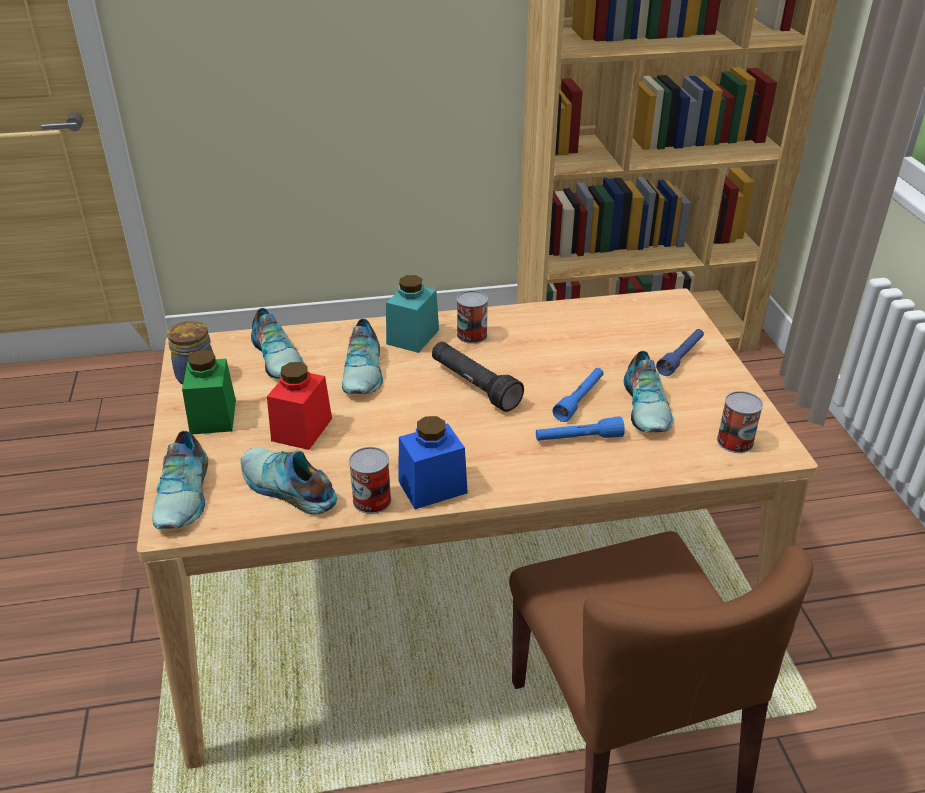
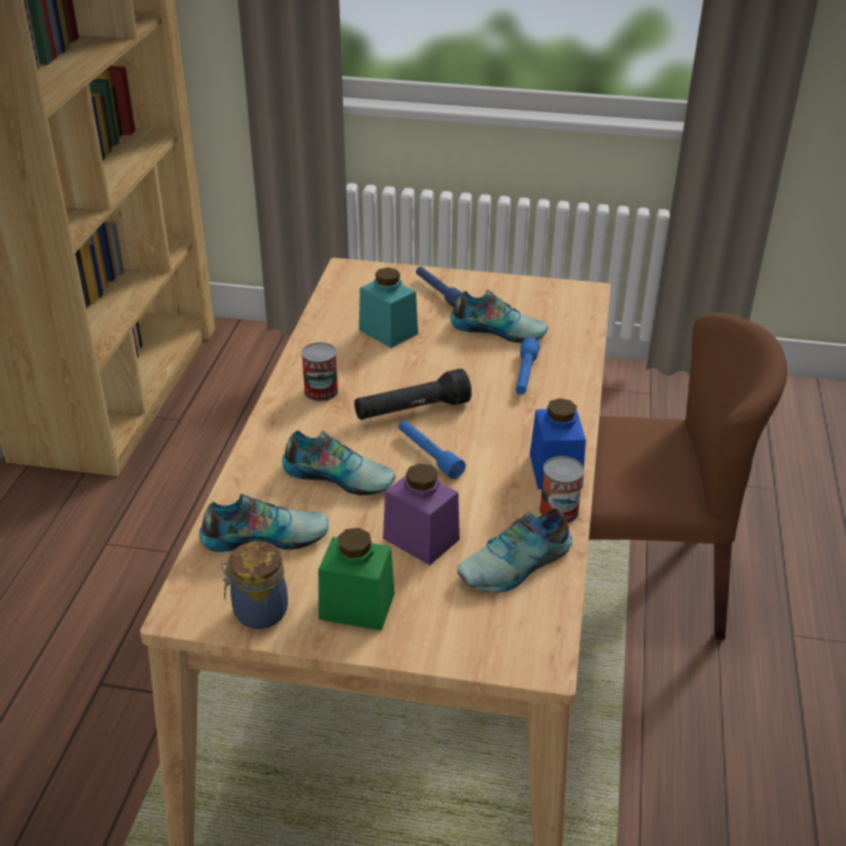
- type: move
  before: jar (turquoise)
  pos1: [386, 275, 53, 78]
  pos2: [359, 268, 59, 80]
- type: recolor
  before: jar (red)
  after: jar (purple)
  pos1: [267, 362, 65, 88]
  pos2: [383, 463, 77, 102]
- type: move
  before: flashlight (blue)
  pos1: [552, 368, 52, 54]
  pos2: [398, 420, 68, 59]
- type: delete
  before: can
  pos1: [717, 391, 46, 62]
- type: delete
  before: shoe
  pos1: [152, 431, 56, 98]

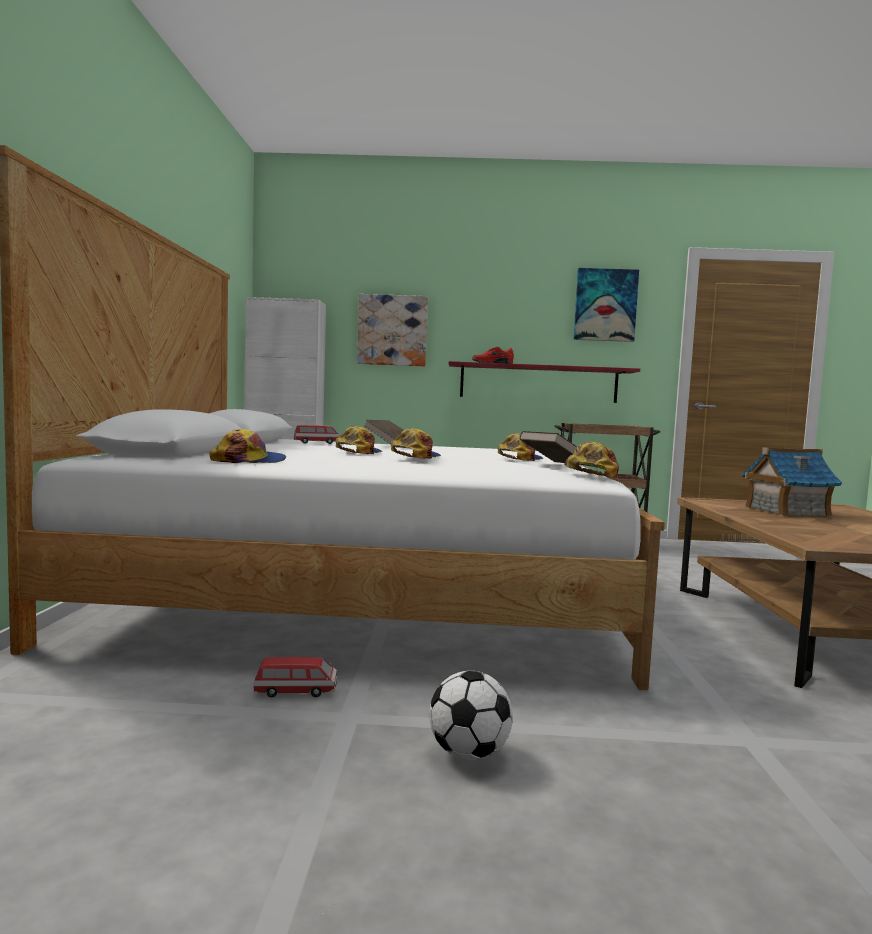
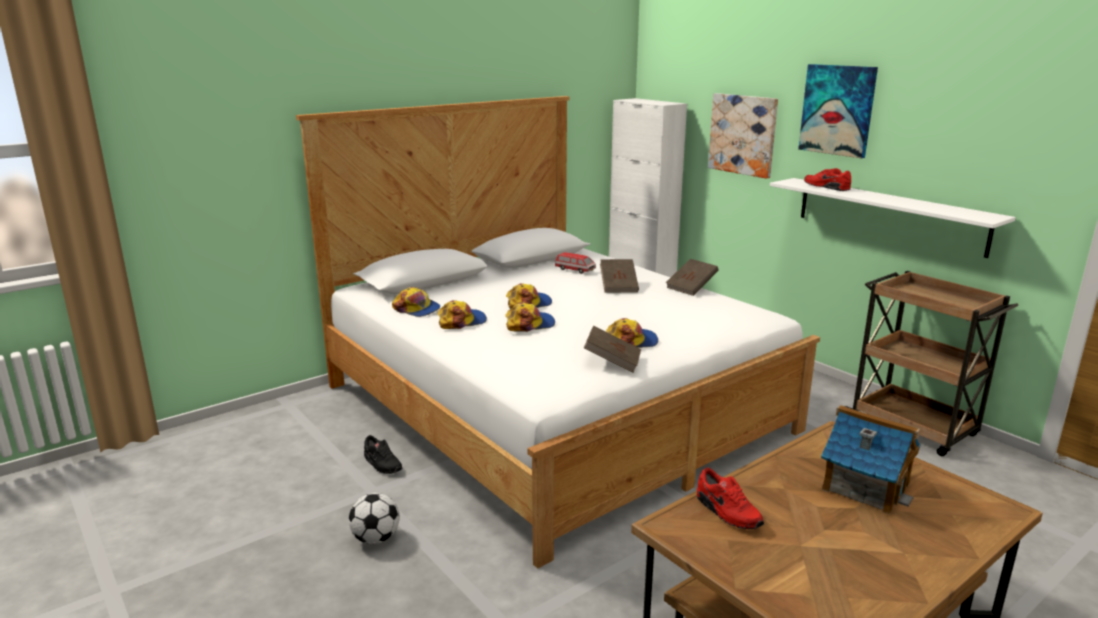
- type: move
  before: picture
  pos1: [574, 268, 65, 74]
  pos2: [798, 64, 80, 94]
- type: recolor
  before: shelf (red)
  after: shelf (white)
  pos1: [449, 361, 191, 42]
  pos2: [770, 178, 246, 80]
- type: move
  before: cap
  pos1: [565, 442, 54, 35]
  pos2: [437, 300, 50, 29]
- type: replace
  before: toy car
  after: shoe (black)
  pos1: [253, 657, 84, 40]
  pos2: [364, 435, 39, 39]
- type: insert
  after: book (brown)
  pos2: [666, 259, 53, 37]
- type: insert
  after: shoe (red)
  pos2: [697, 468, 67, 61]

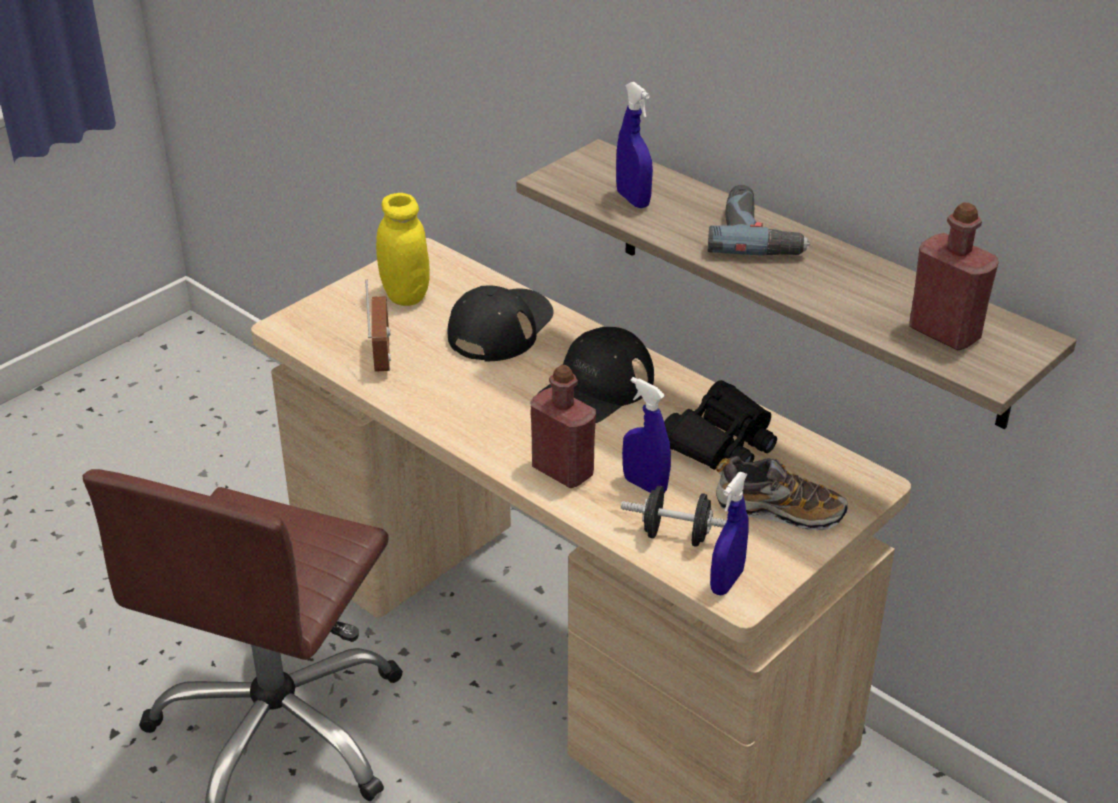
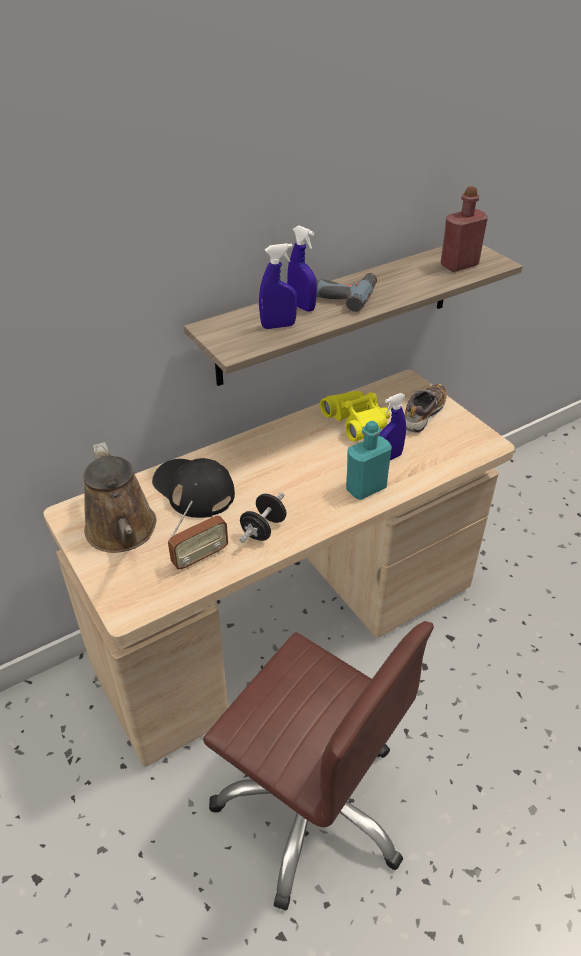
- type: replace
  before: jar (yellow)
  after: watering can (brown)
  pos1: [376, 193, 54, 113]
  pos2: [83, 442, 73, 111]
- type: rotate
  before: radio
  pos1: [365, 280, 26, 92]
  pos2: [168, 501, 60, 69]
  turn: 135
- type: delete
  before: cap (black)
  pos1: [538, 326, 116, 97]
- type: recolor
  before: bottle (red)
  after: bottle (turquoise)
  pos1: [530, 365, 66, 123]
  pos2: [346, 421, 46, 79]
- type: recolor
  before: binoculars (black)
  after: binoculars (yellow)
  pos1: [664, 380, 113, 90]
  pos2: [320, 391, 70, 50]
- type: move
  before: spray bottle (blue)
  pos1: [710, 472, 39, 123]
  pos2: [287, 226, 30, 86]
- type: move
  before: dumbbell (black)
  pos1: [621, 486, 106, 60]
  pos2: [240, 492, 47, 51]

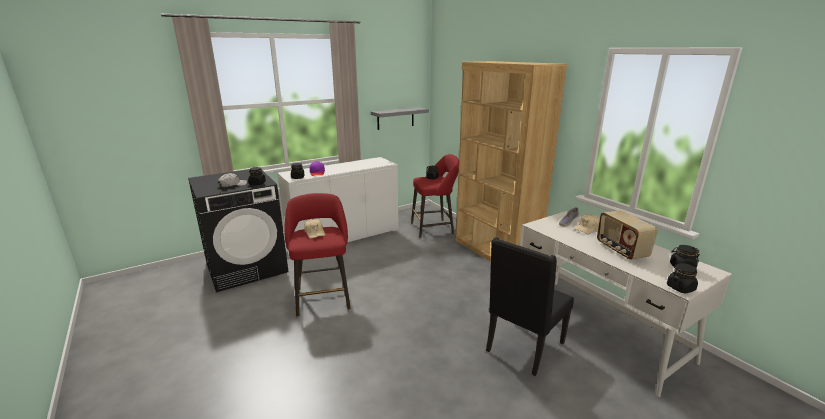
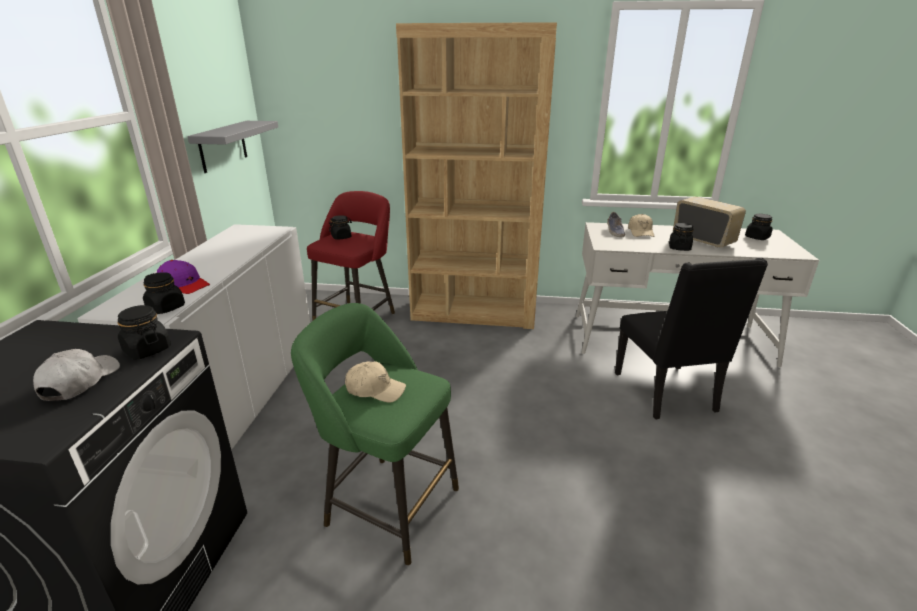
- type: recolor
  before: stool (red)
  after: stool (green)
  pos1: [284, 193, 67, 124]
  pos2: [291, 303, 168, 263]
- type: rotate
  before: radio
  pos1: [597, 210, 61, 50]
  pos2: [673, 196, 73, 52]
  turn: -150
- type: move
  before: jar (black)
  pos1: [667, 263, 31, 31]
  pos2: [669, 223, 25, 28]

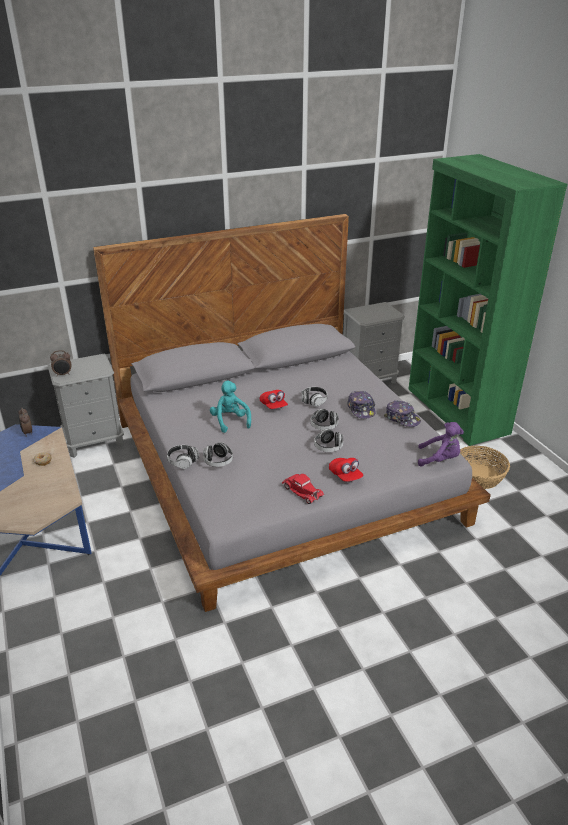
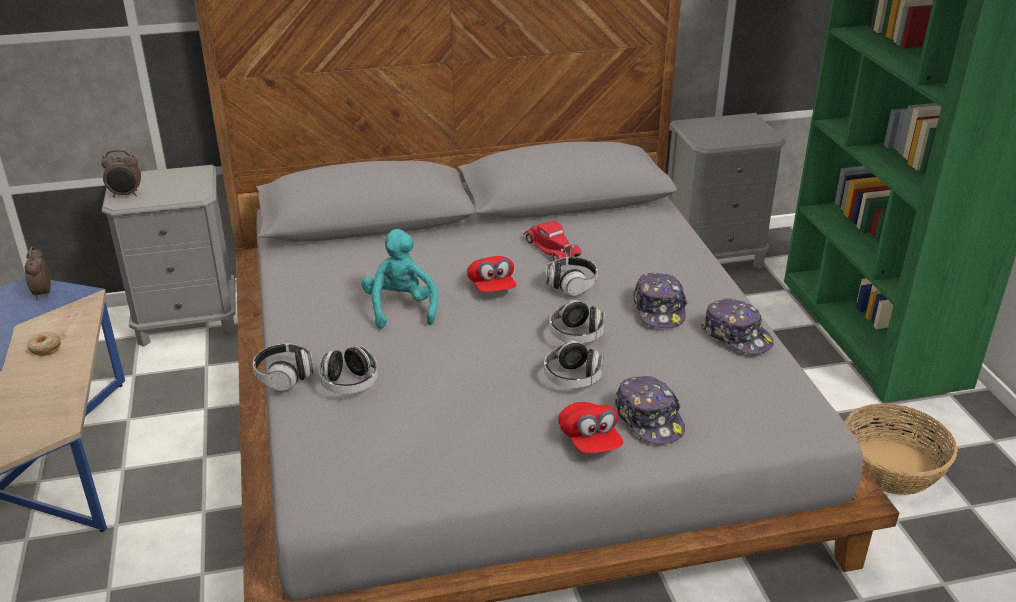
- type: delete
  before: plush toy (purple)
  pos1: [418, 422, 46, 45]
- type: move
  before: toy car (red)
  pos1: [282, 474, 42, 30]
  pos2: [523, 221, 59, 40]
- type: insert
  after: cap
  pos2: [614, 376, 71, 69]

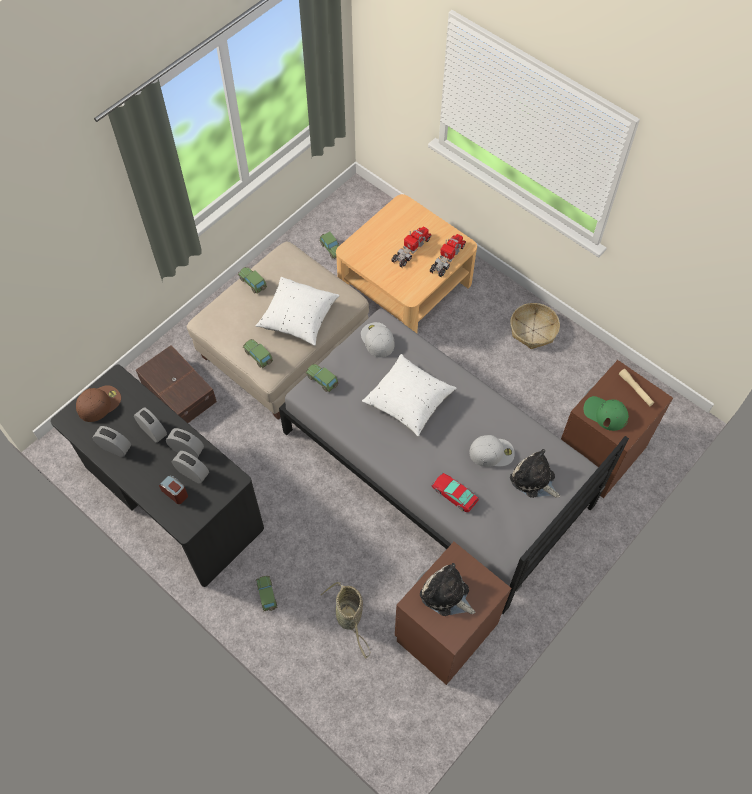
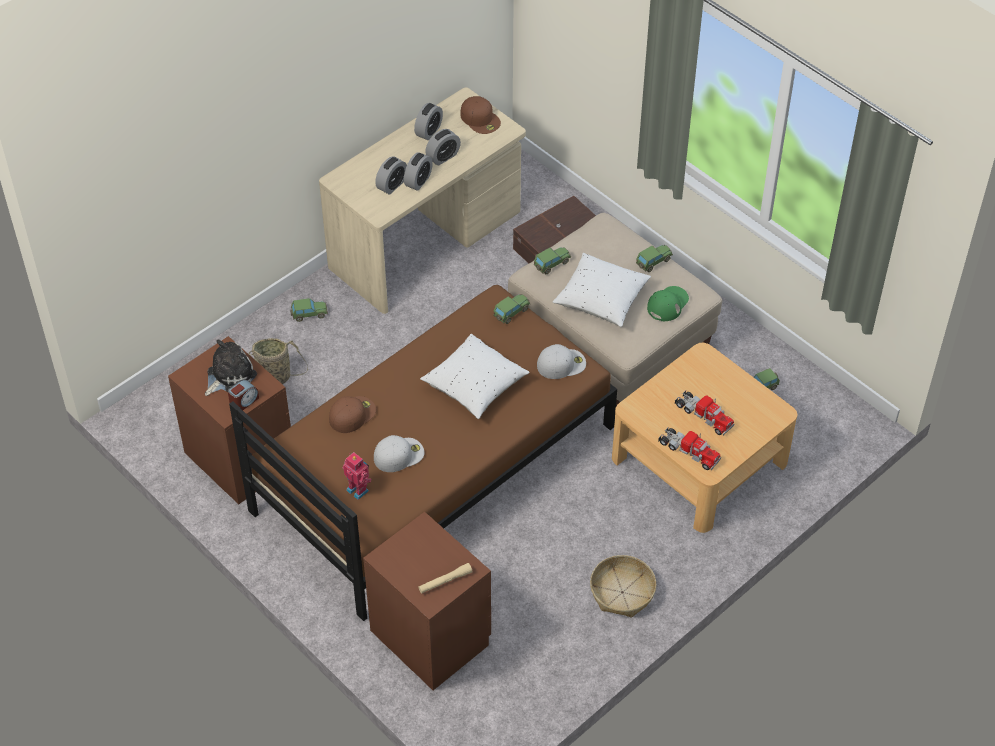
- type: recolor
  before: bed (grey)
  after: bed (brown)
  pos1: [279, 309, 350, 305]
  pos2: [229, 285, 388, 336]
- type: recolor
  before: desk (black)
  after: desk (beige)
  pos1: [50, 364, 214, 223]
  pos2: [319, 87, 207, 227]
- type: move
  before: cap (green)
  pos1: [584, 396, 45, 35]
  pos2: [647, 286, 42, 35]
- type: rotate
  before: cap (white)
  pos1: [469, 435, 46, 32]
  pos2: [374, 435, 50, 37]
  turn: -120
- type: replace
  before: plush toy
  after: toy robot
  pos1: [510, 449, 50, 49]
  pos2: [343, 452, 29, 48]
- type: replace
  before: toy car
  after: cap (brown)
  pos1: [432, 473, 47, 39]
  pos2: [329, 396, 47, 37]
- type: move
  before: alarm clock
  pos1: [159, 475, 29, 29]
  pos2: [228, 379, 31, 31]

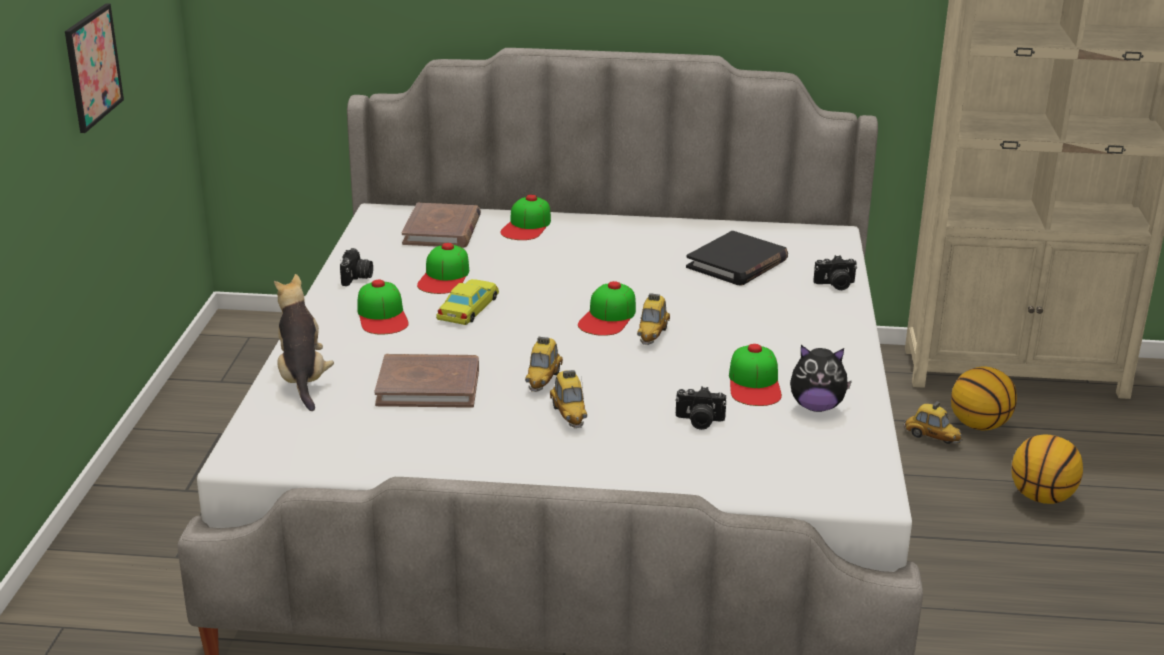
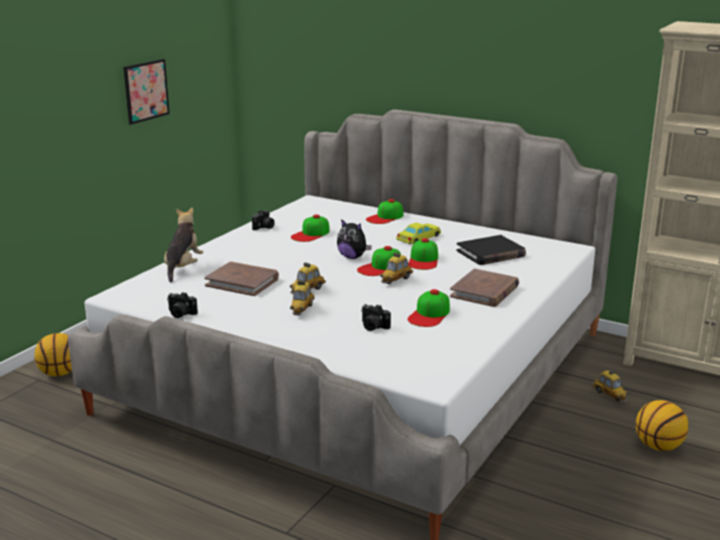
- type: move
  before: book (brown)
  pos1: [402, 203, 79, 45]
  pos2: [450, 269, 69, 38]
- type: move
  before: photo camera
  pos1: [813, 255, 44, 35]
  pos2: [167, 292, 31, 26]
- type: move
  before: toy car (yellow)
  pos1: [436, 279, 63, 46]
  pos2: [396, 222, 45, 22]
- type: move
  before: cap
  pos1: [357, 280, 52, 55]
  pos2: [408, 238, 30, 32]
- type: move
  before: plush toy
  pos1: [790, 345, 62, 67]
  pos2: [337, 219, 35, 40]
- type: move
  before: basketball
  pos1: [951, 366, 66, 65]
  pos2: [34, 333, 38, 43]

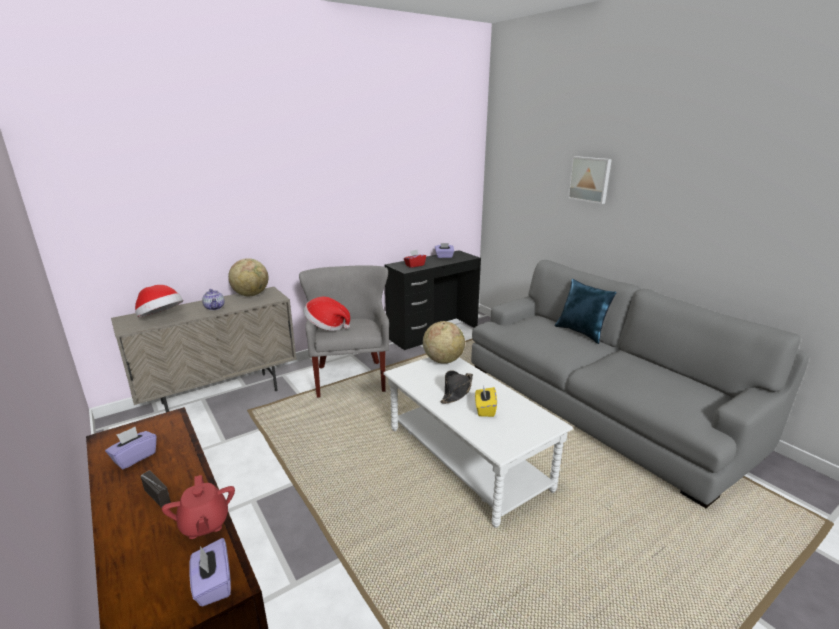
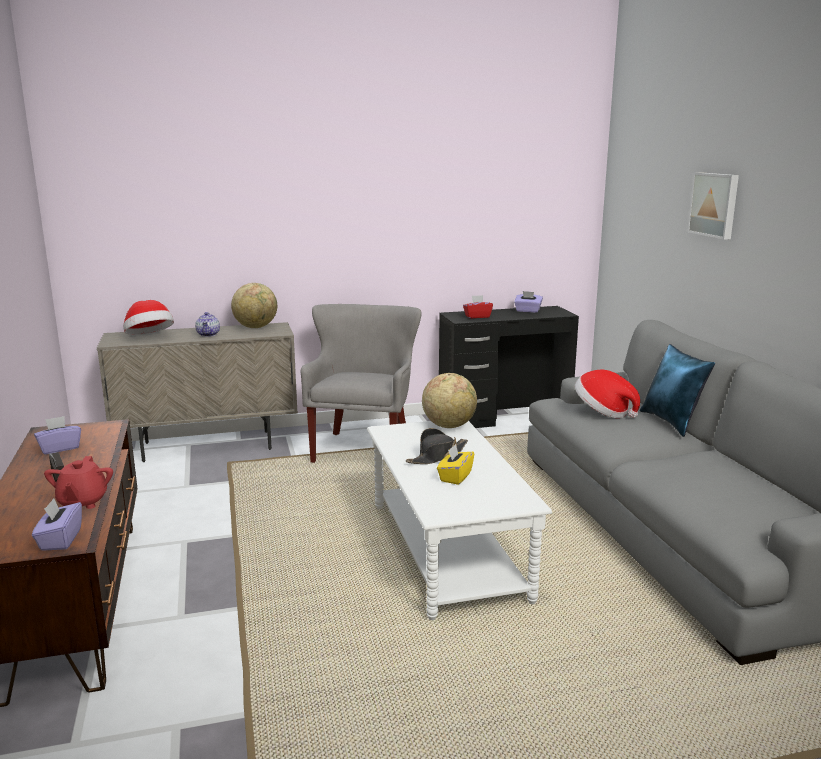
- type: move
  before: hat
  pos1: [304, 296, 46, 35]
  pos2: [575, 370, 65, 48]

